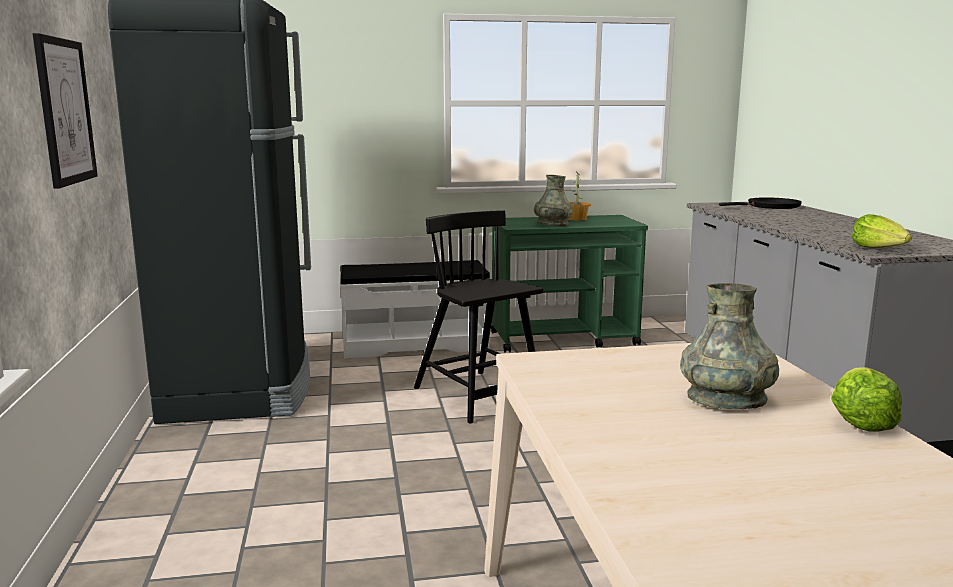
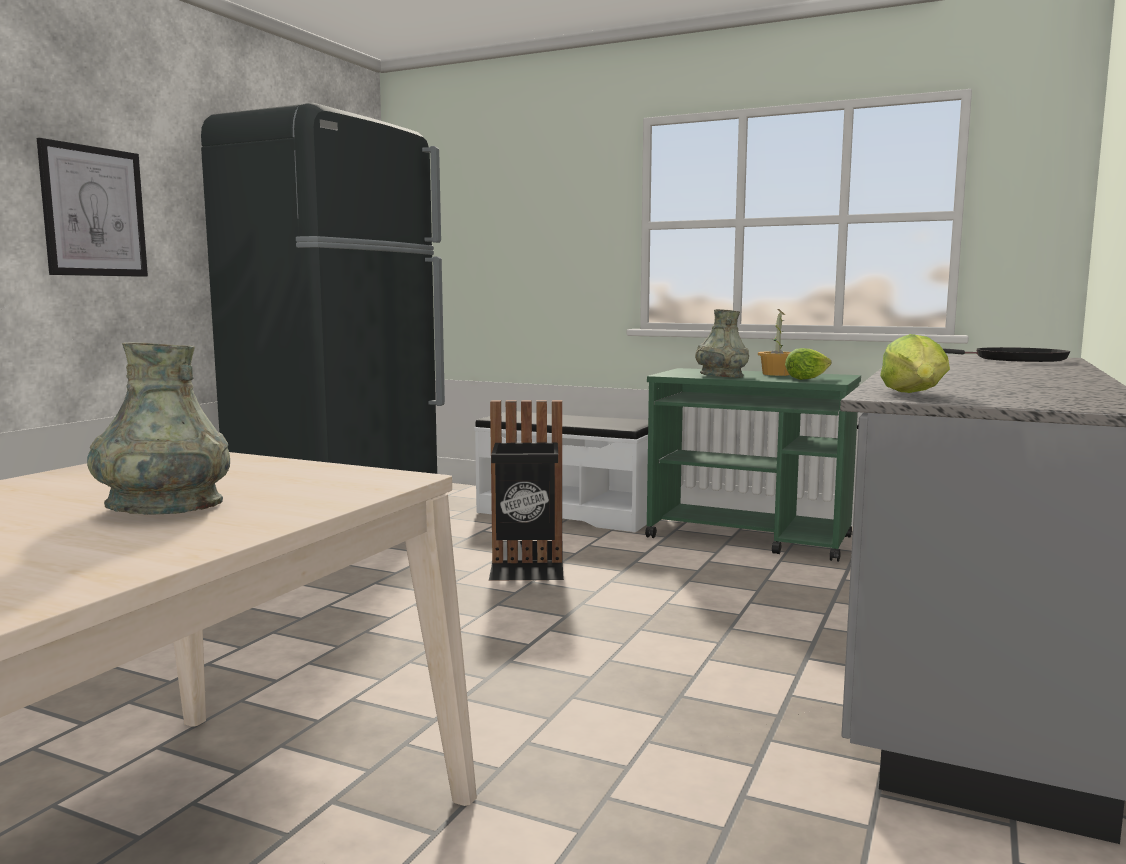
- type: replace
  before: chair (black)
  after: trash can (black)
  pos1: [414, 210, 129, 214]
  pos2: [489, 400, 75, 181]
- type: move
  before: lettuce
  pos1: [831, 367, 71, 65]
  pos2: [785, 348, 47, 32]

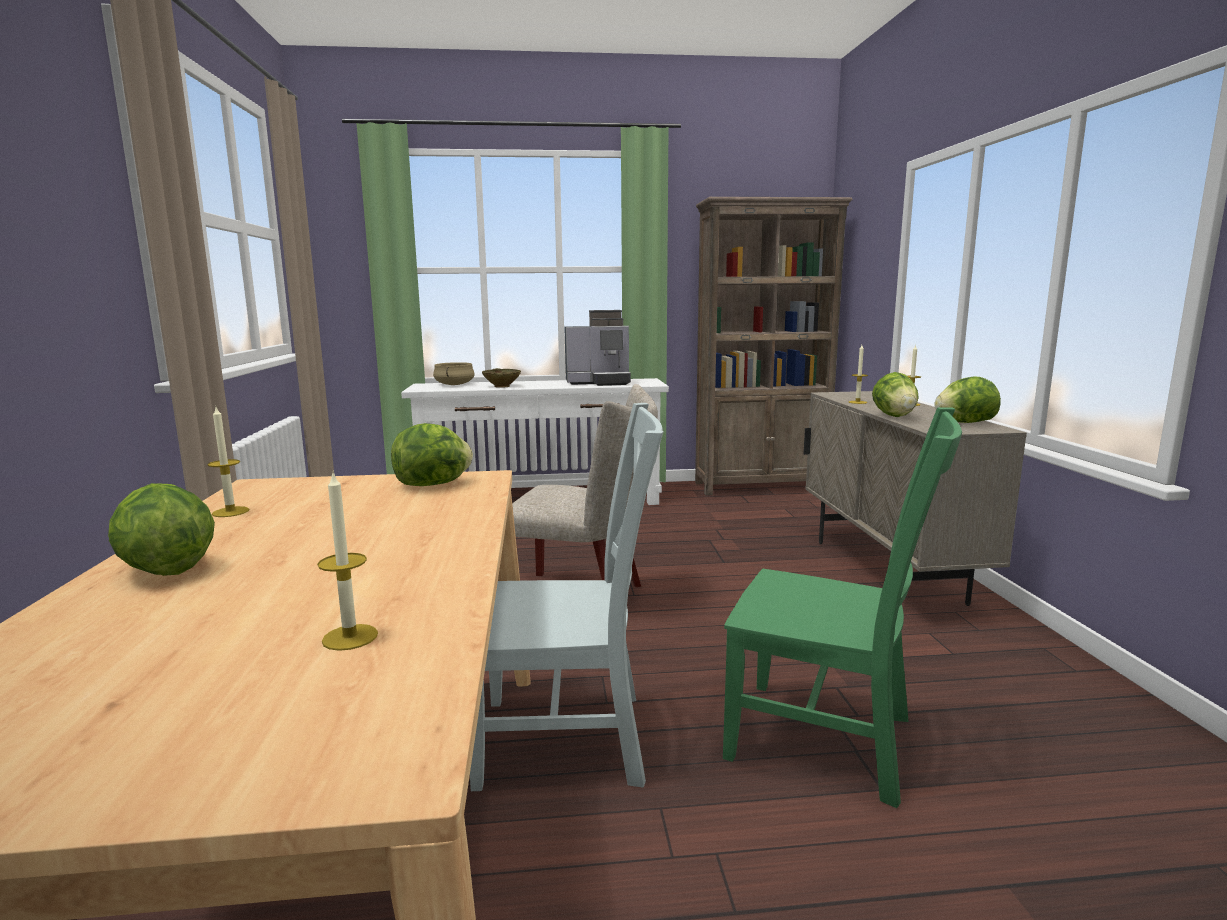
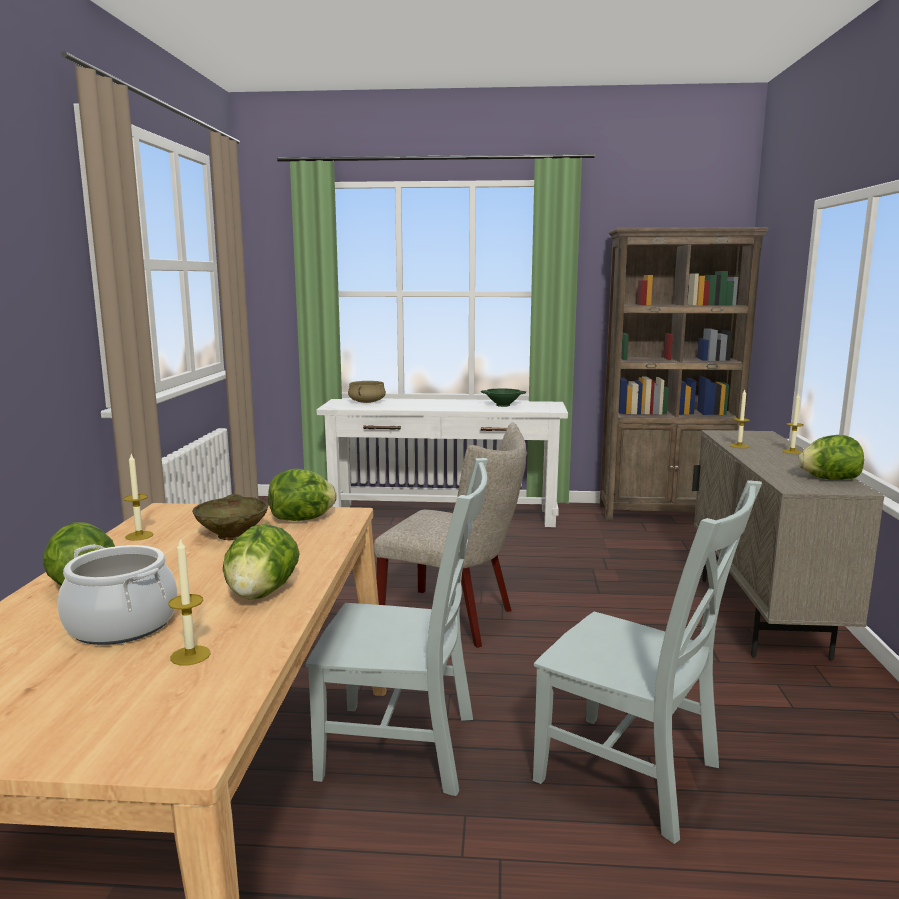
- type: replace
  before: coffee machine
  after: bowl (green)
  pos1: [564, 310, 67, 76]
  pos2: [481, 389, 45, 18]
- type: move
  before: bowl (beige)
  pos1: [482, 368, 39, 20]
  pos2: [192, 494, 76, 46]
- type: move
  before: lettuce
  pos1: [872, 372, 47, 45]
  pos2: [223, 524, 77, 76]
- type: recolor
  before: chair (green)
  after: chair (grey)
  pos1: [723, 407, 239, 401]
  pos2: [533, 480, 229, 364]
- type: insert
  after: cooking pot
  pos2: [58, 544, 120, 101]

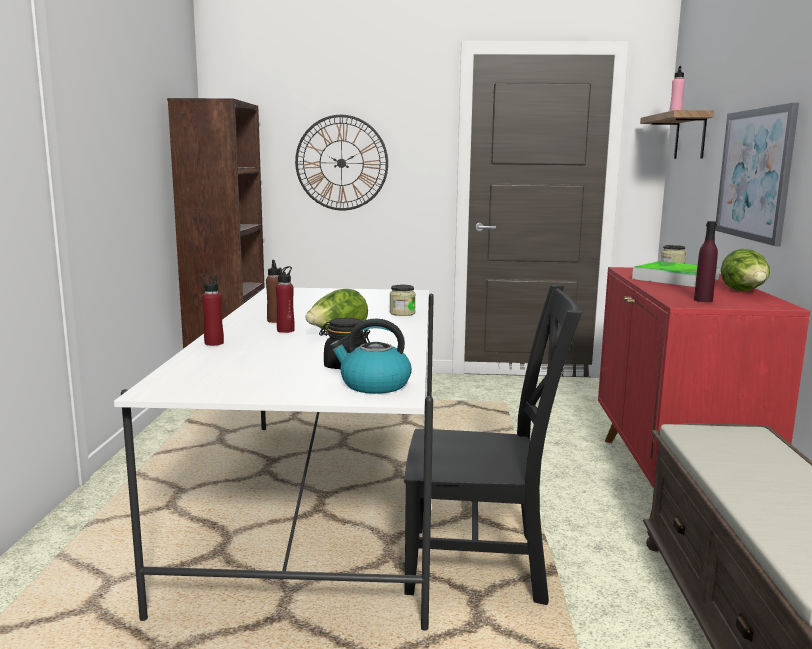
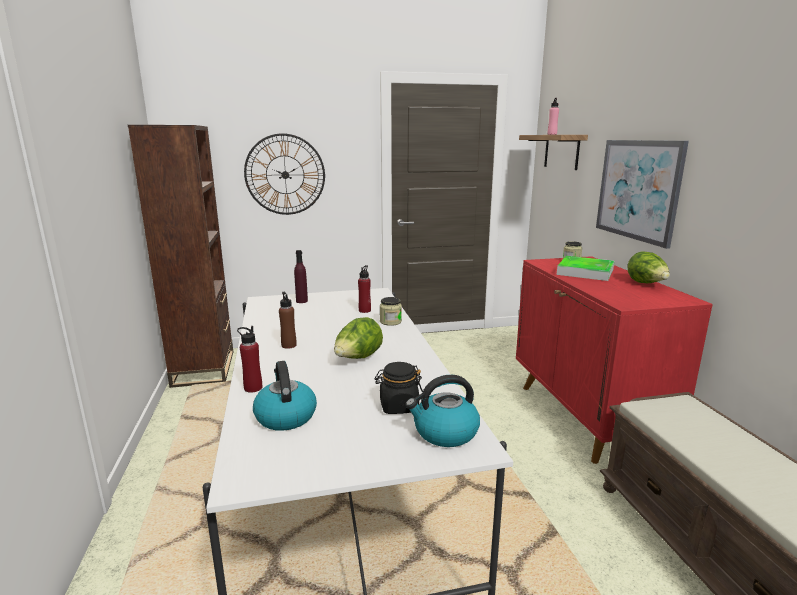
- type: move
  before: bottle (purple)
  pos1: [694, 221, 24, 81]
  pos2: [294, 250, 14, 53]
- type: move
  before: bottle (red)
  pos1: [276, 266, 19, 67]
  pos2: [358, 265, 13, 48]
- type: delete
  before: chair (black)
  pos1: [404, 285, 179, 320]
- type: insert
  after: kettle
  pos2: [253, 361, 64, 70]

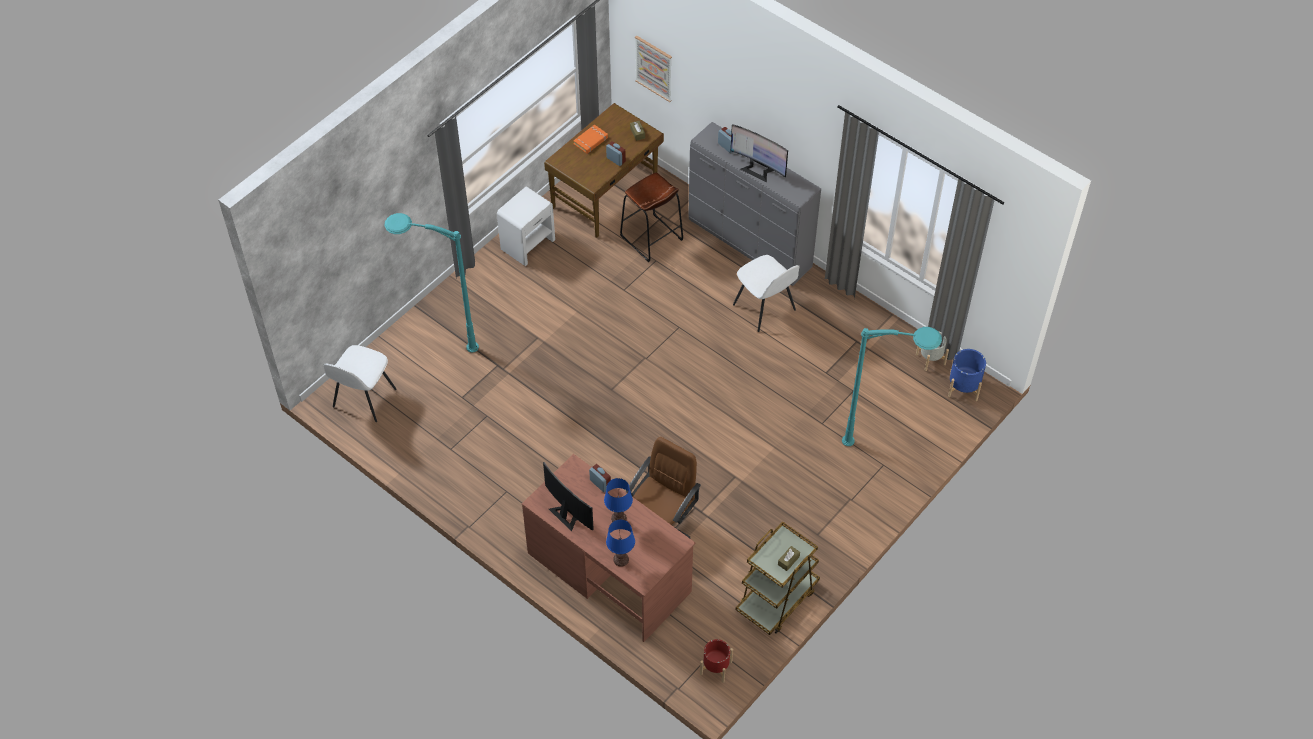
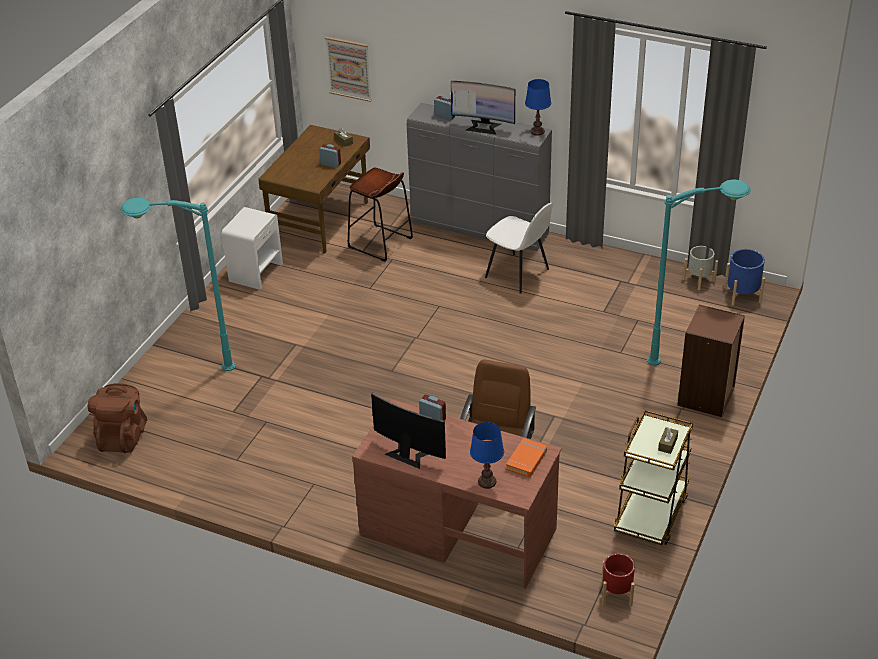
- type: move
  before: book (orange)
  pos1: [573, 124, 35, 30]
  pos2: [506, 438, 41, 40]
- type: replace
  before: chair (white)
  after: backpack (brown)
  pos1: [324, 345, 73, 77]
  pos2: [88, 383, 59, 70]
- type: move
  before: table lamp (blue)
  pos1: [604, 478, 29, 44]
  pos2: [525, 79, 26, 57]
- type: insert
  after: bookcase (brown)
  pos2: [677, 305, 68, 112]

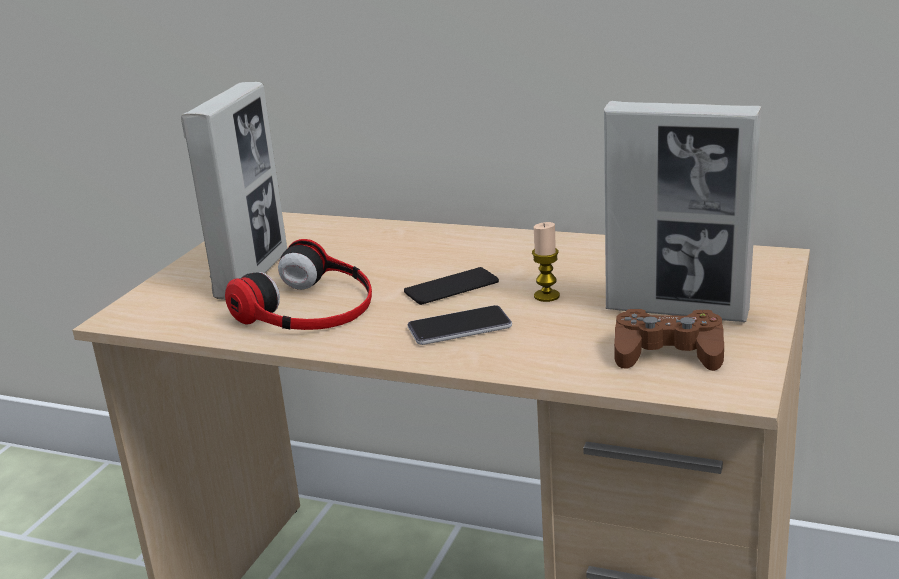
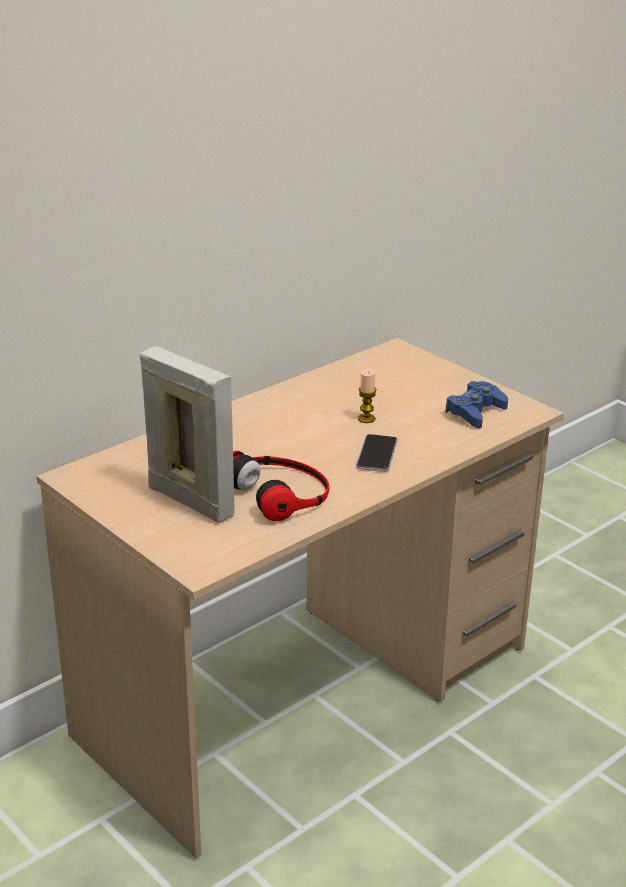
- type: delete
  before: picture frame
  pos1: [604, 101, 158, 221]
- type: delete
  before: phone
  pos1: [404, 267, 95, 38]
- type: recolor
  before: game controller (brown)
  after: game controller (blue)
  pos1: [614, 309, 110, 62]
  pos2: [445, 381, 63, 47]

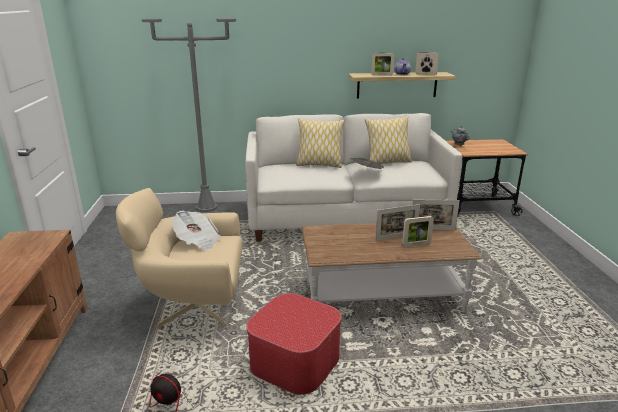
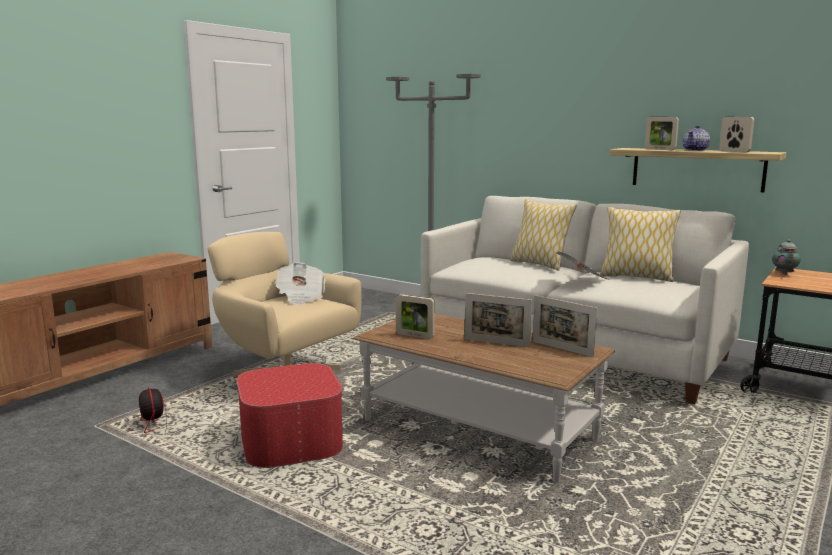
- type: move
  before: picture frame
  pos1: [402, 216, 32, 31]
  pos2: [396, 294, 39, 45]

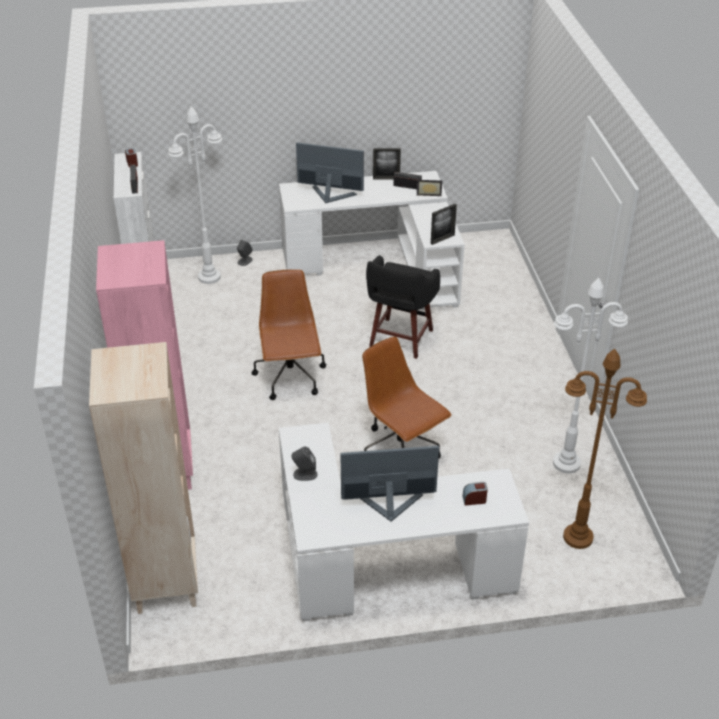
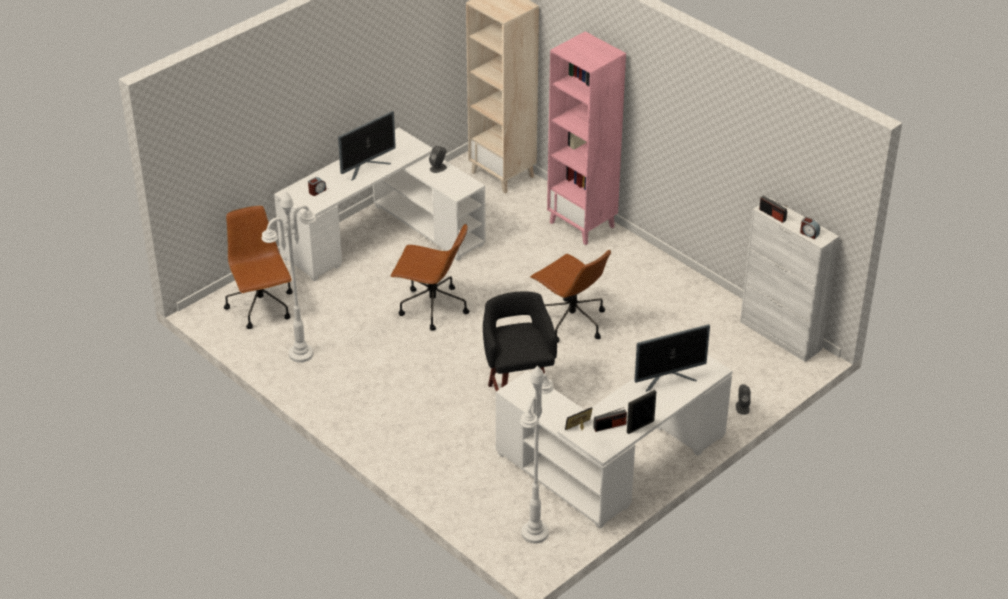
- type: move
  before: floor lamp (white)
  pos1: [168, 106, 54, 178]
  pos2: [520, 366, 34, 177]
- type: delete
  before: picture frame
  pos1: [431, 204, 26, 41]
- type: replace
  before: floor lamp (brown)
  after: office chair (brown)
  pos1: [563, 349, 84, 200]
  pos2: [224, 206, 69, 123]

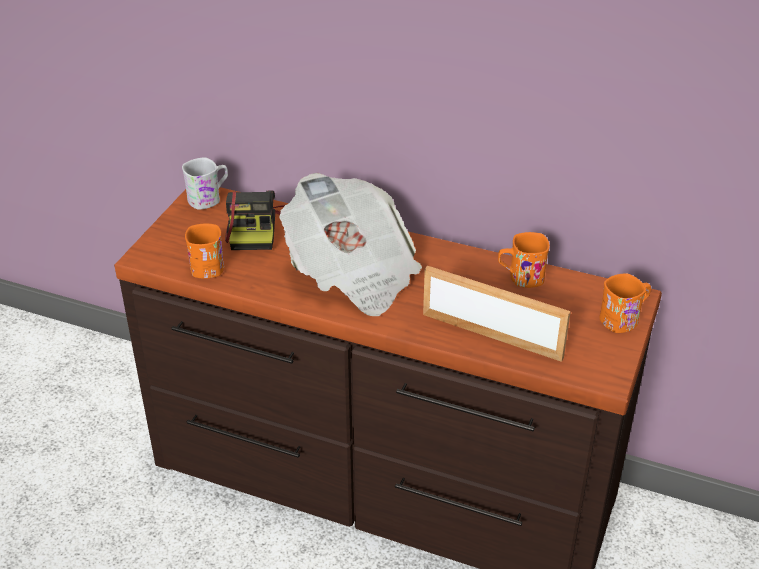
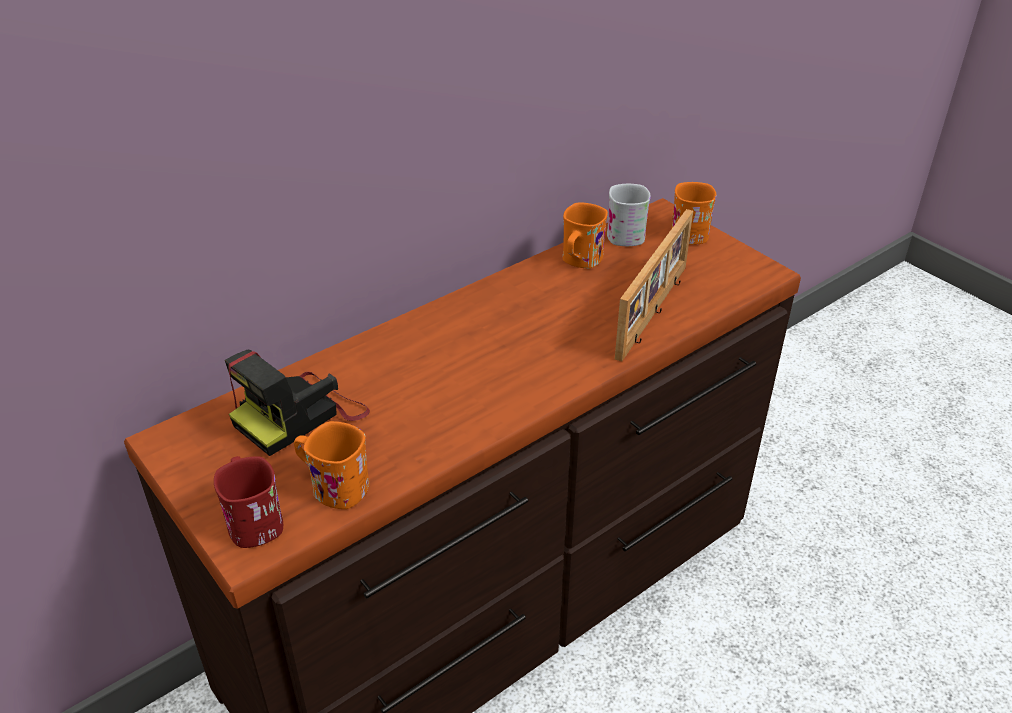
- type: move
  before: mug (white)
  pos1: [182, 157, 46, 53]
  pos2: [607, 184, 44, 62]
- type: delete
  before: newspaper
  pos1: [280, 173, 142, 143]
- type: rotate
  before: photo camera
  pos1: [225, 190, 60, 60]
  pos2: [225, 349, 145, 107]
  turn: 105
- type: rotate
  before: picture frame
  pos1: [423, 266, 148, 96]
  pos2: [615, 209, 78, 153]
  turn: 150
- type: insert
  after: mug (red)
  pos2: [214, 456, 69, 92]

